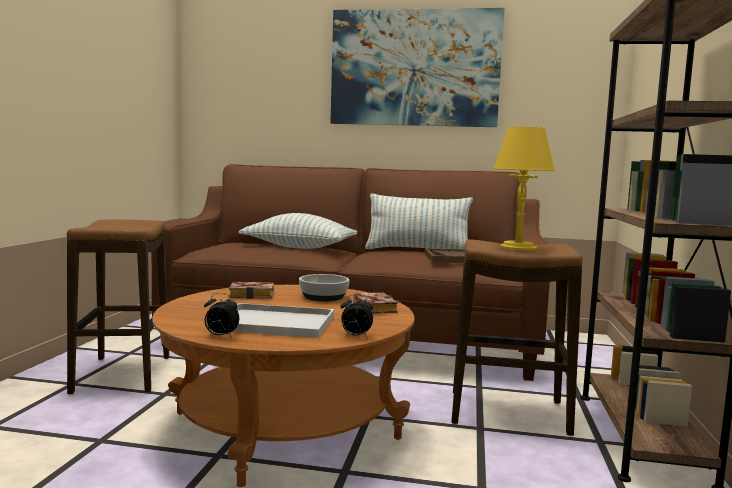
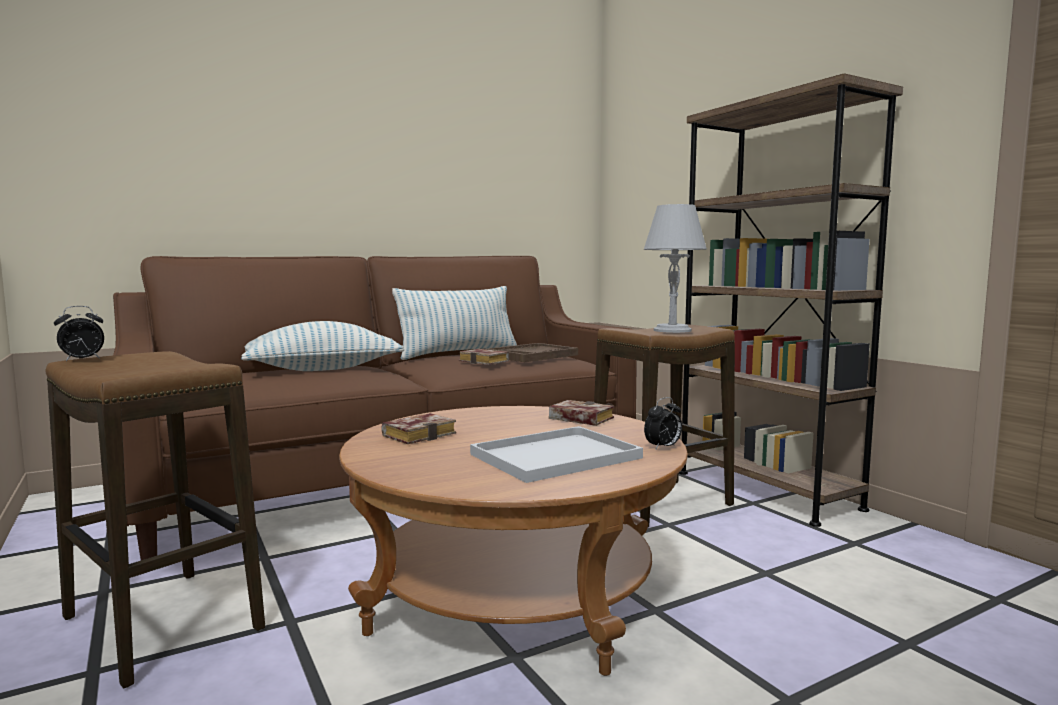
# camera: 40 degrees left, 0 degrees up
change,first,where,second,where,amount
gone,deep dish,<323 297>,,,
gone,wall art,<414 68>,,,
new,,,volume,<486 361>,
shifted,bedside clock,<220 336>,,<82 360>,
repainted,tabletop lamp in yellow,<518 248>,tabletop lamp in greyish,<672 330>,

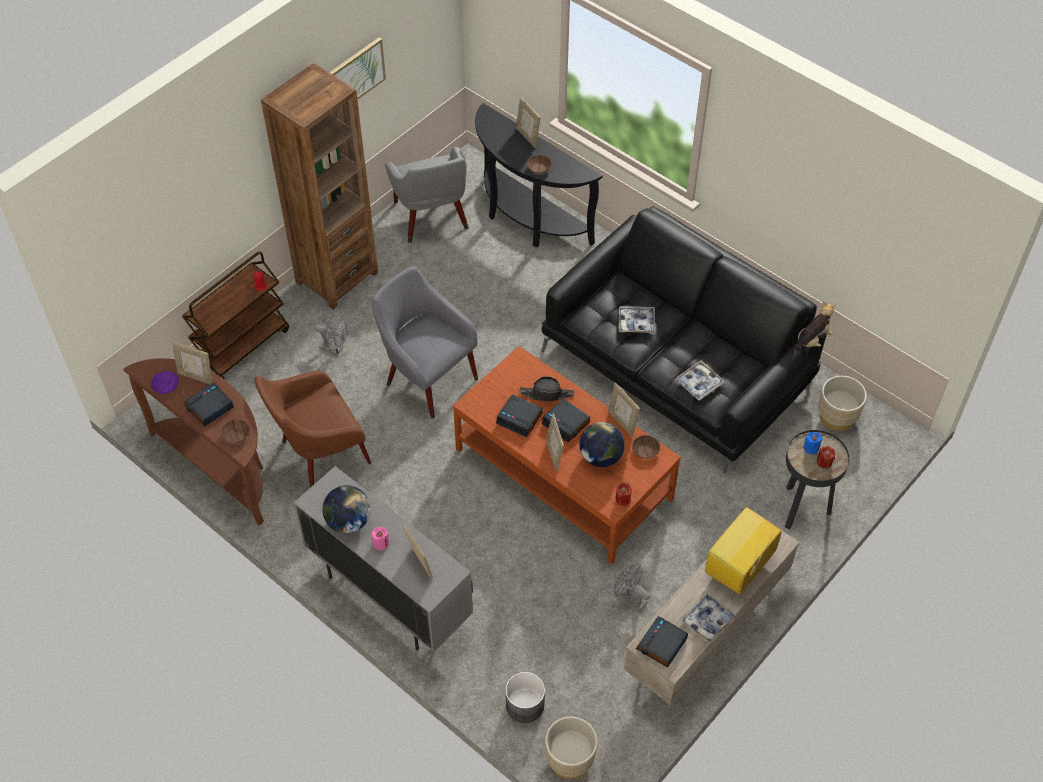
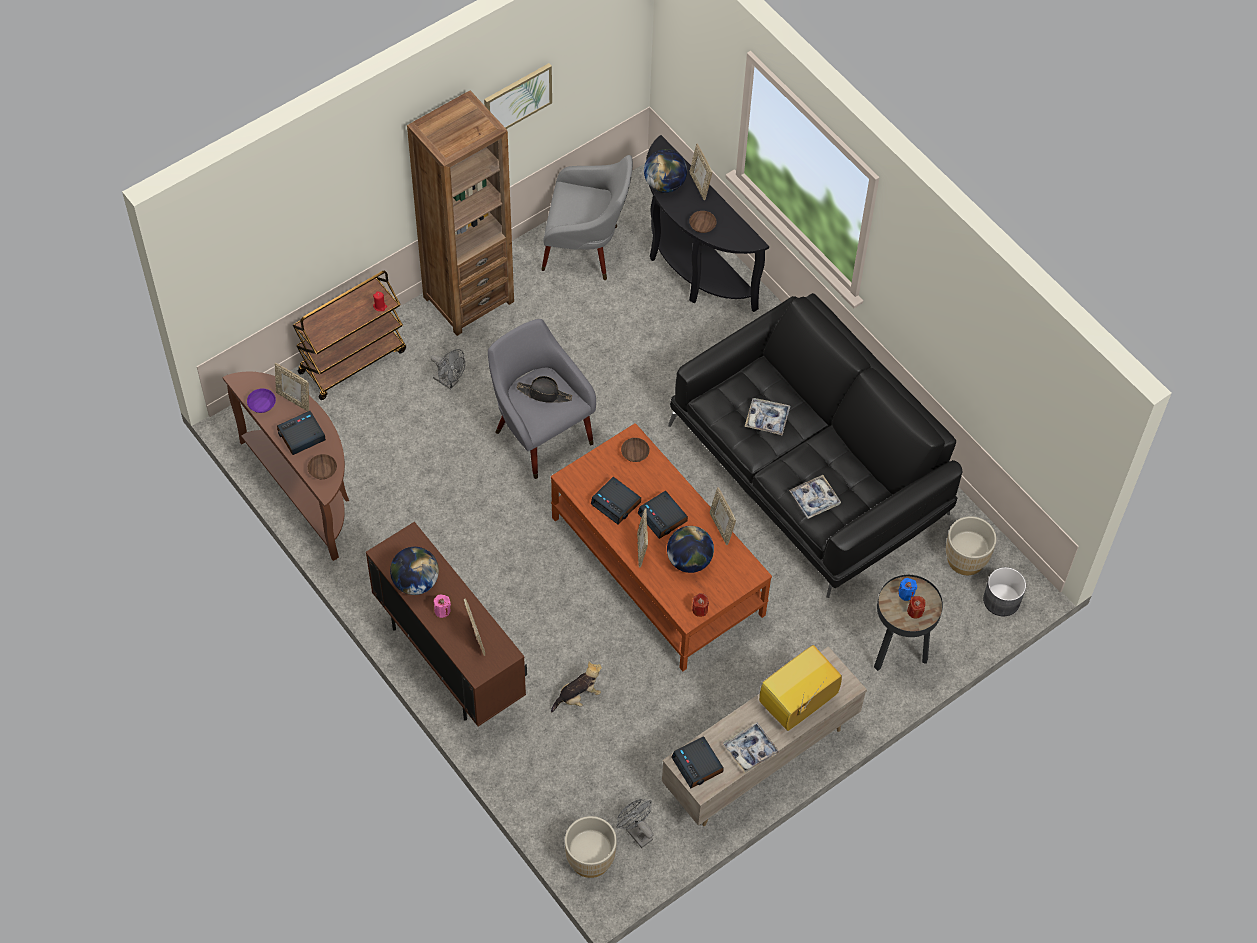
# camera: 10 degrees right, 5 degrees up
change,first,where,second,where,amount
gone,easy chair in brownish,<319 454>,,,
new,,,globe,<664 184>,
shifted,plant pot in greyish,<525 704>,,<1001 599>,
shifted,wearable hat in blackish,<547 394>,,<544 394>,
shifted,electric fan in greyish,<629 599>,,<636 832>,
shifted,deep dish in brownish,<645 450>,,<635 452>,
shifted,cuddly toy,<812 341>,,<578 696>,
repainted,storage cabinet in greyish,<389 596>,storage cabinet in brownish,<449 660>,
rotated,easy chair in greyish,<432 219>,,<586 249>,75 degrees counterclockwise
rotated,bedside clock,<661 645>,,<698 765>,75 degrees counterclockwise

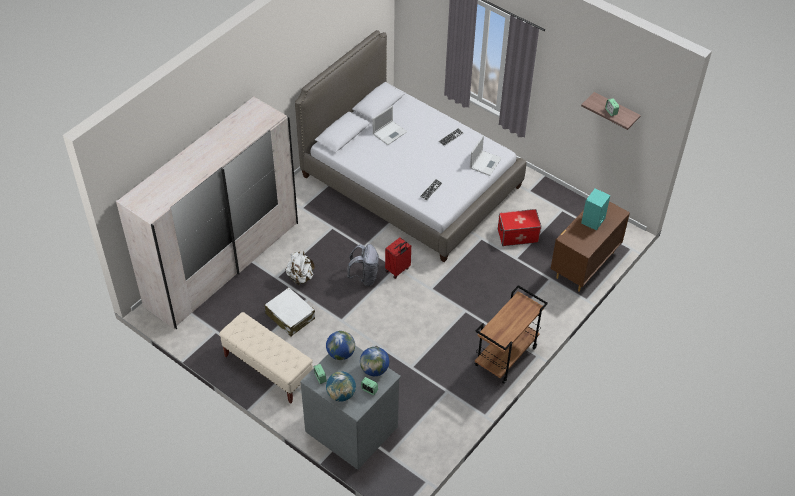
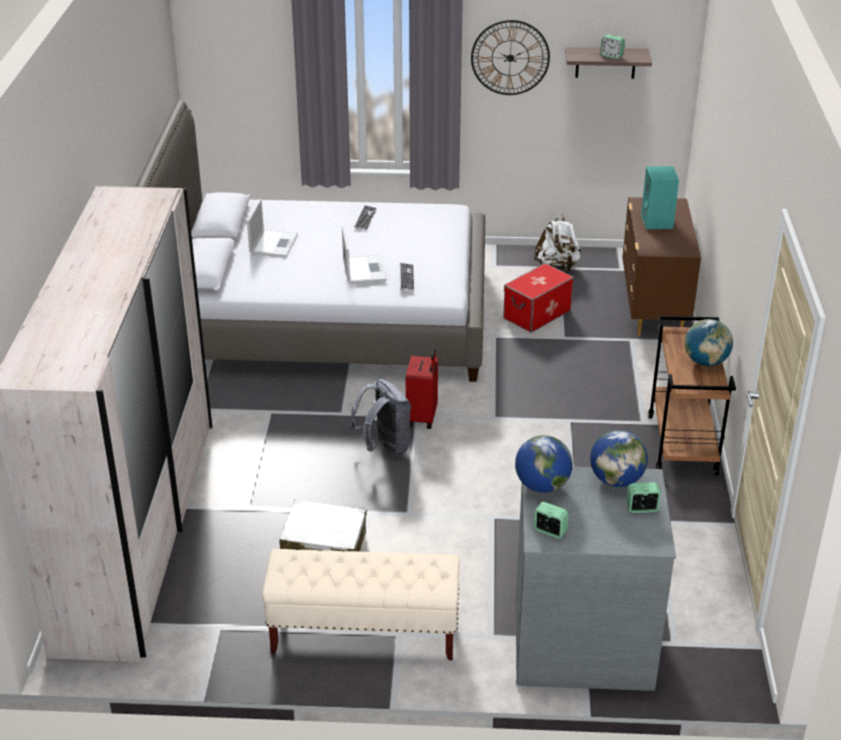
# camera: 35 degrees left, 15 degrees down
change,first,where,second,where,amount
new,,,clock on the wall,<510 57>,
shifted,knapsack in whitish,<300 277>,,<557 266>,
shifted,globe,<341 394>,,<705 362>,
shifted,notebook computer,<485 162>,,<364 269>,

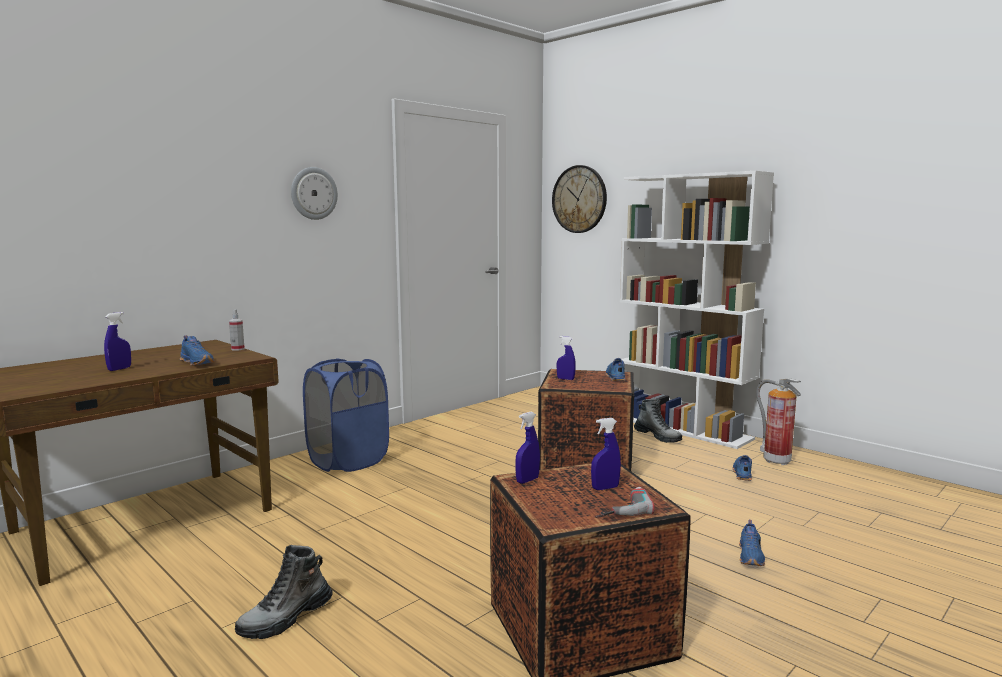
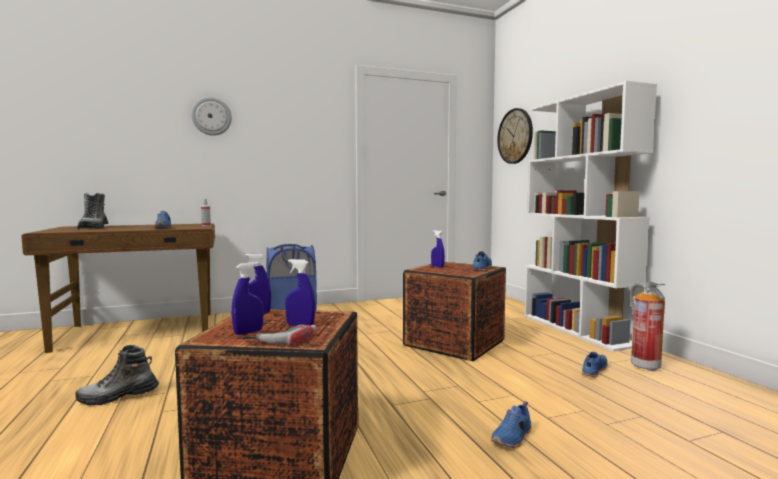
# camera: 25 degrees right, 5 degrees down
change,first,where,second,where,amount
shifted,sprayer in blue-coloured,<119 369>,,<248 332>,
shifted,clock on the wall,<313 193>,,<211 116>,
shifted,high-top boot,<657 436>,,<94 228>,

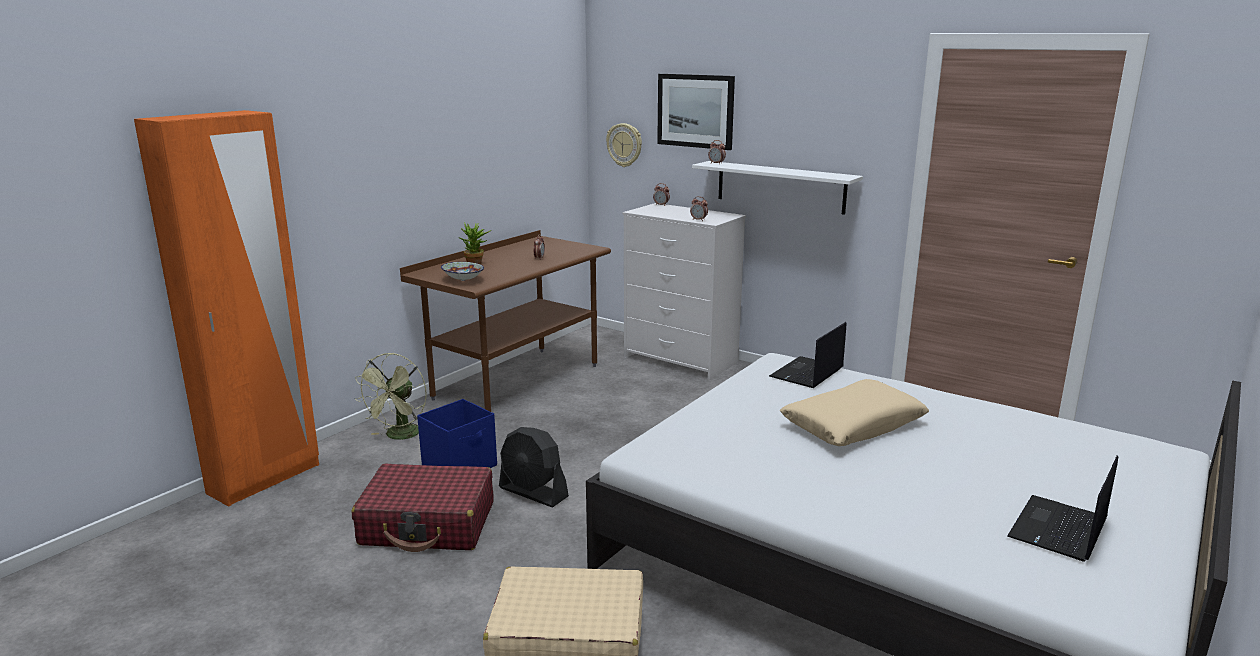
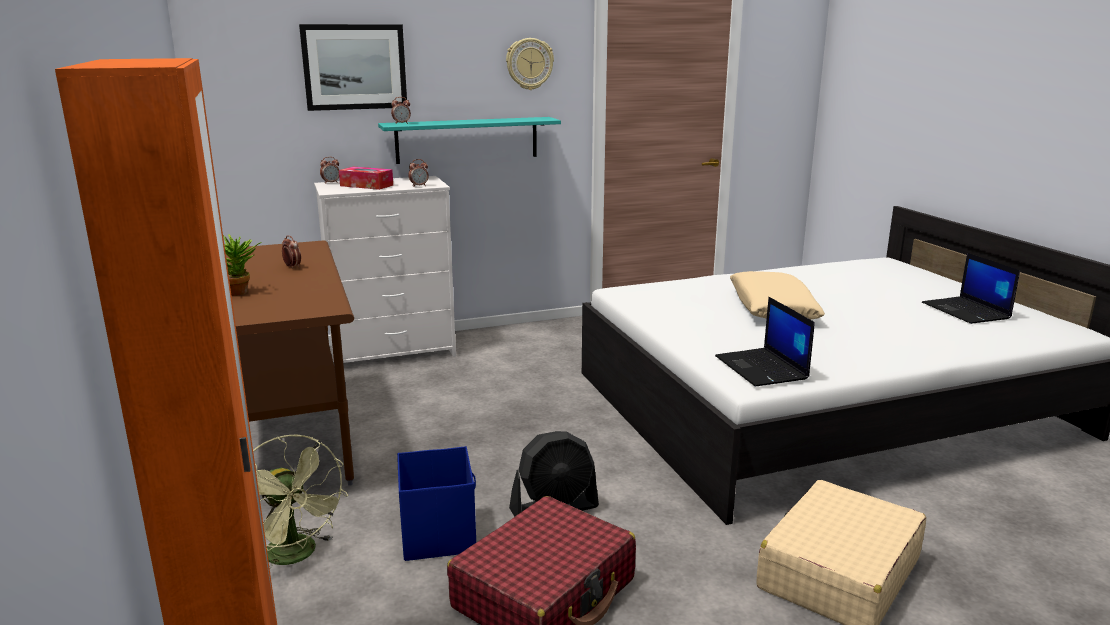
# camera: 55 degrees left, 0 degrees up
change,first,where,second,where,amount
gone,deep dish,<462 280>,,,
new,,,tissue holder,<366 185>,
shifted,clock on the wall,<624 145>,,<529 64>,
shifted,notebook computer,<807 373>,,<762 368>,
repainted,wall shelf in whitish,<780 187>,wall shelf in blue-green,<467 140>,

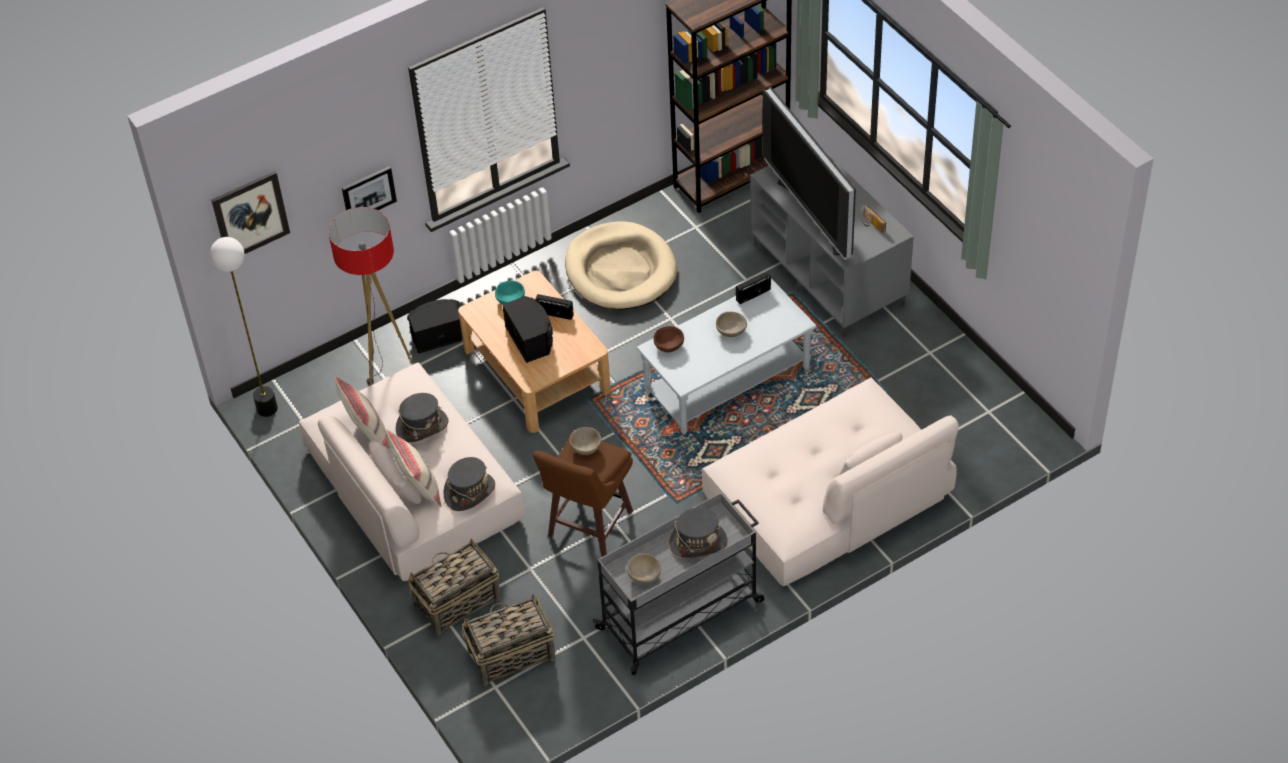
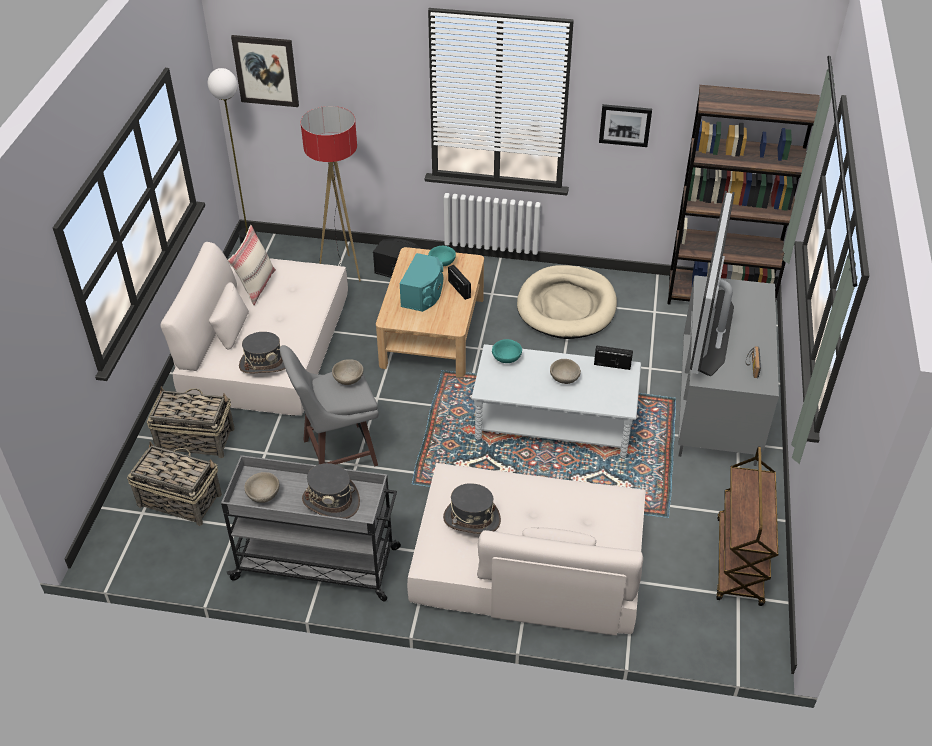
# camera: 40 degrees right, 5 degrees down
change,first,where,second,where,amount
gone,throw pillow in beige-coloured,<417 487>,,,
new,,,wheeled cart in brownish,<739 562>,
shifted,wall art,<368 193>,,<625 125>,
shifted,wearable hat in greyish,<422 426>,,<471 519>,
repainted,speaker in blackish,<531 338>,speaker in blue-green,<423 294>,
repainted,stool in brownish,<588 525>,stool in greyish,<337 453>,
repainted,deep dish in brownish,<668 345>,deep dish in blue-green,<506 358>,

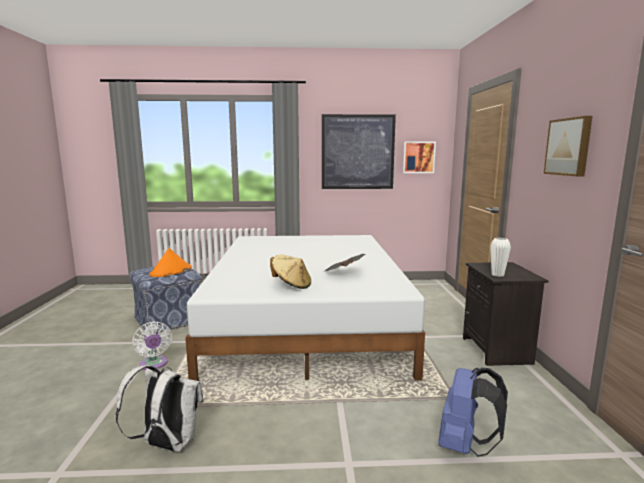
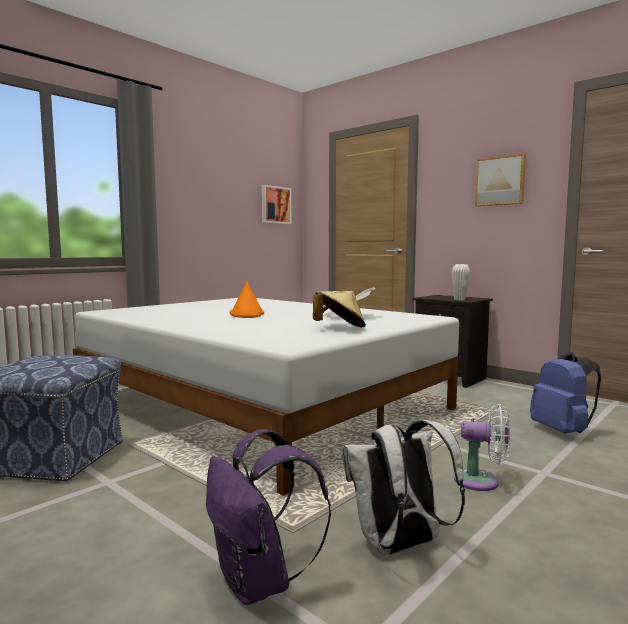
# camera: 45 degrees left, 5 degrees down
change,first,where,second,where,amount
gone,wall art,<357 152>,,,
new,,,knapsack in purple,<259 583>,
shifted,electric fan in whitish,<154 364>,,<481 481>,
shifted,wearable hat in orangey,<171 271>,,<247 314>,

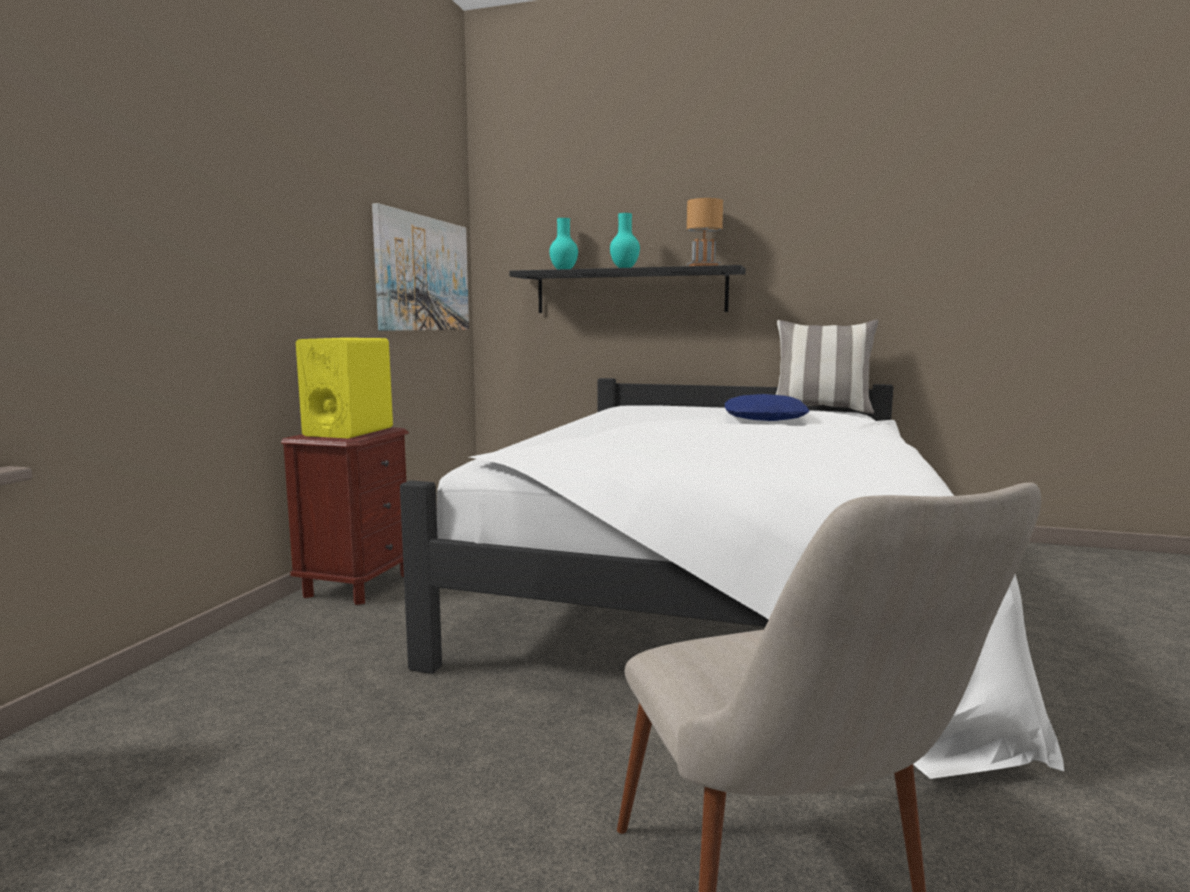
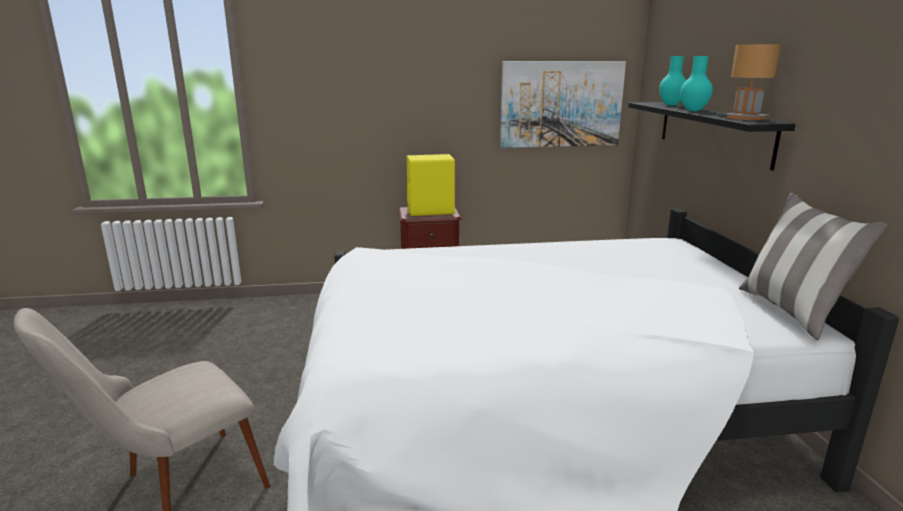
# camera: 65 degrees right, 10 degrees up
change,first,where,second,where,amount
gone,throw pillow in blue-coloured,<765 418>,,,

